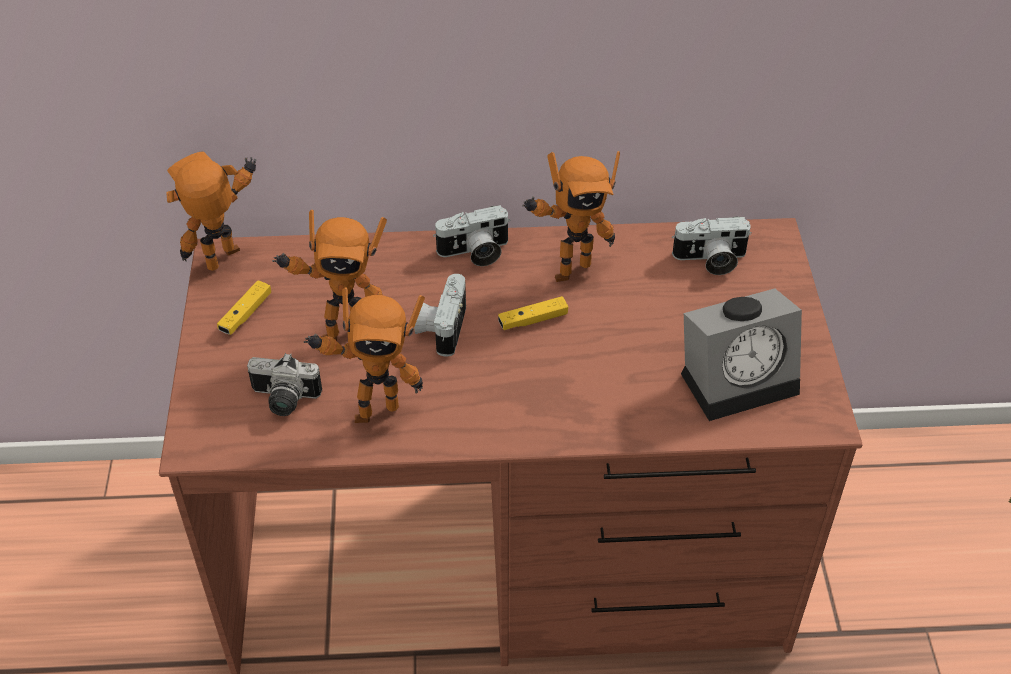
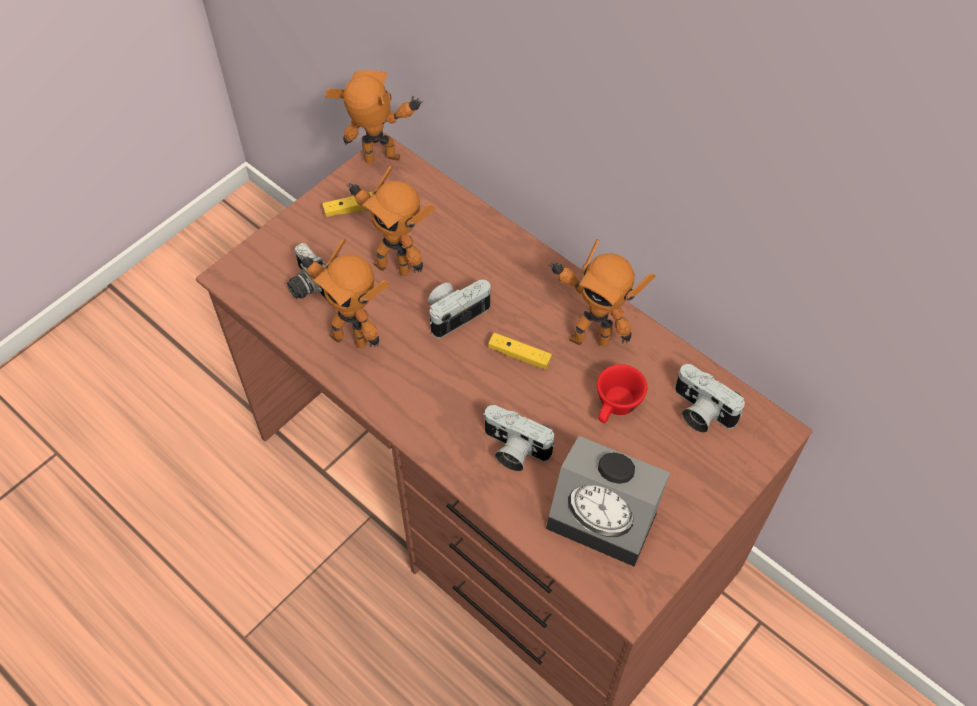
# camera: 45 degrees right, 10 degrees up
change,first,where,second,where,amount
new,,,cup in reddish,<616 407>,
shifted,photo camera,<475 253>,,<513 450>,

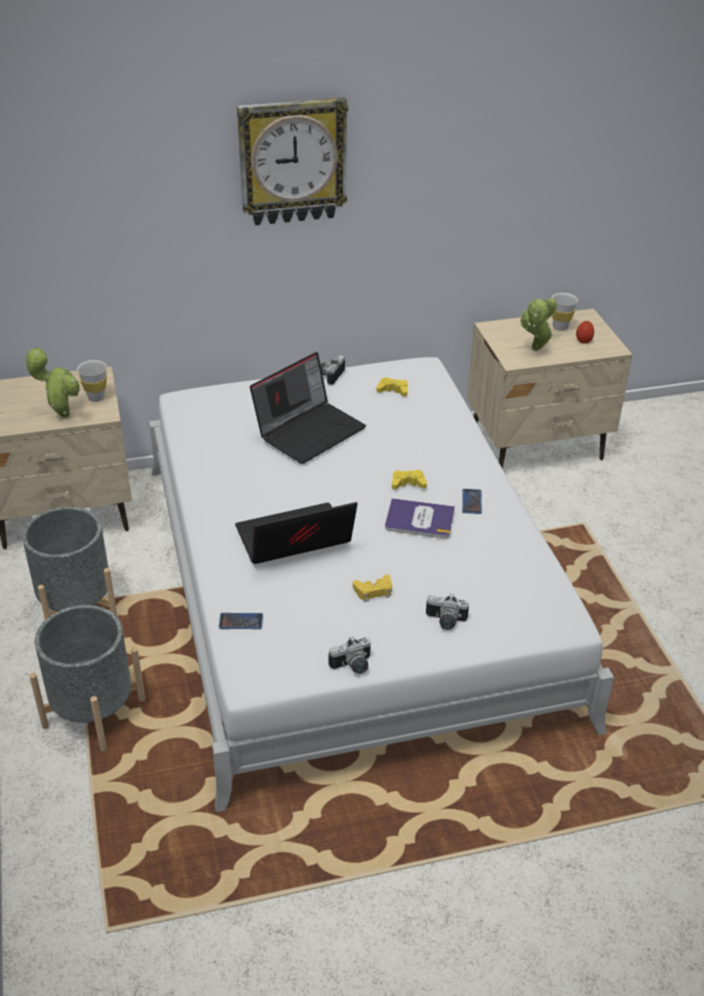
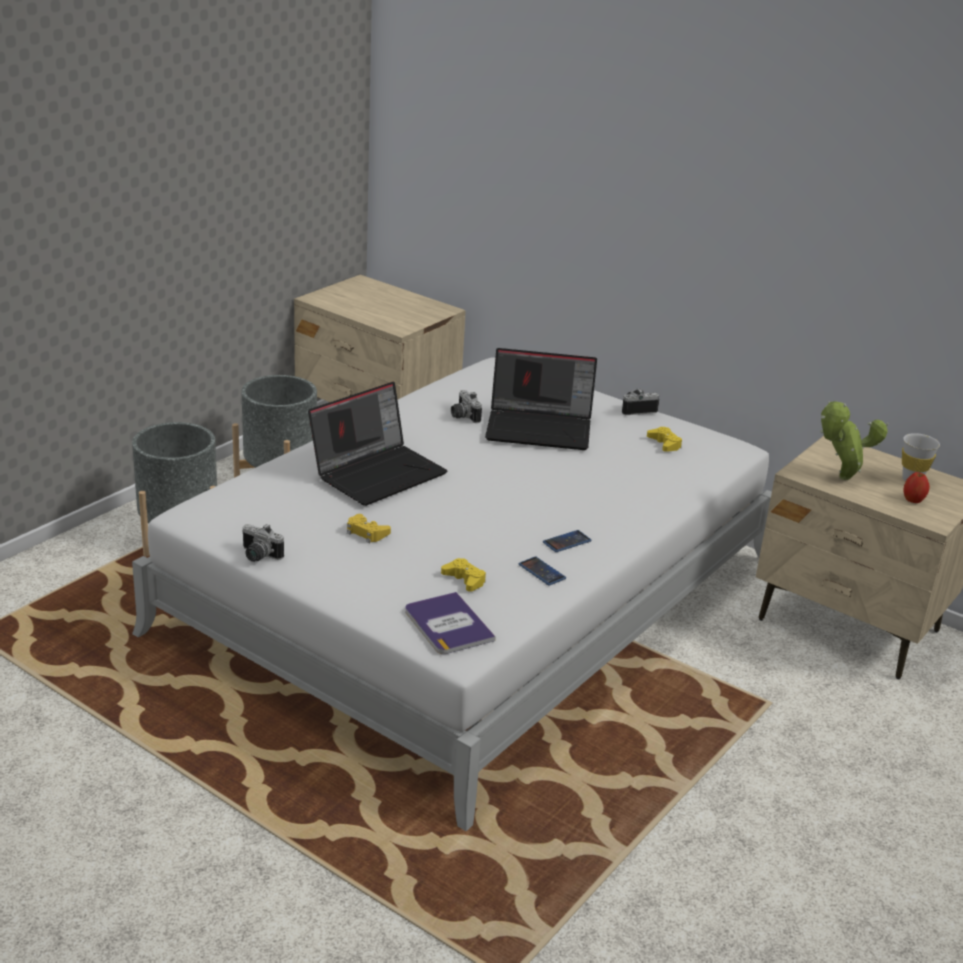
# camera: 50 degrees right, 10 degrees down
change,first,where,second,where,amount
gone,plant in a pot,<61 414>,,,
gone,cup in whitish,<96 397>,,,
gone,clock on the wall,<292 161>,,,
shifted,handset,<241 621>,,<542 572>,
shifted,volume,<419 519>,,<448 625>,
shifted,game controller in yellow,<408 483>,,<464 580>,
shifted,photo camera,<445 621>,,<462 416>,
rotated,notebook computer,<293 541>,,<378 472>,105 degrees clockwise

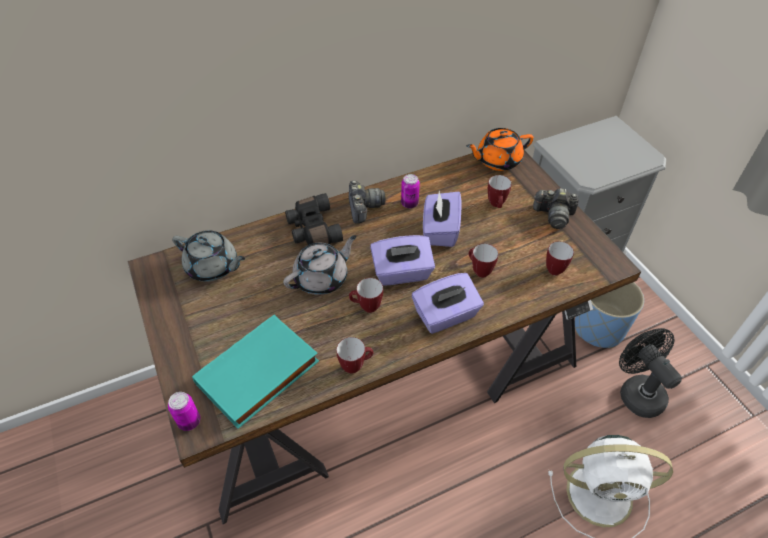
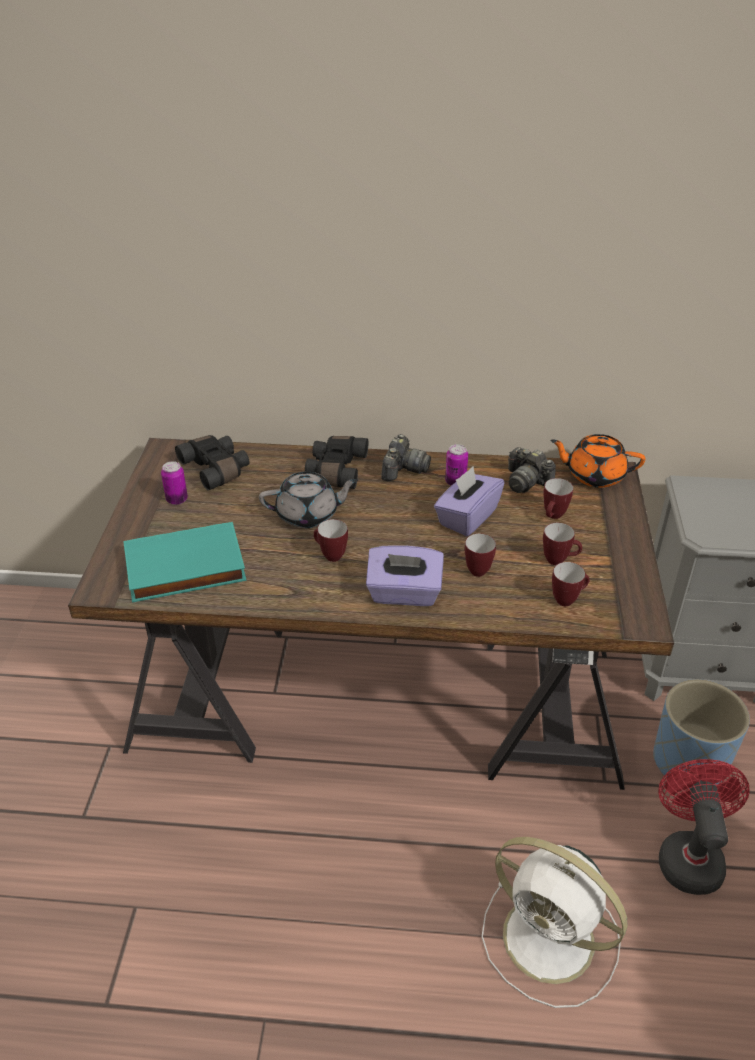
# camera: 30 degrees right, 10 degrees down
change,first,where,second,where,amount
gone,tissue holder in purple,<402 273>,,,
shifted,metal can,<189 421>,,<177 500>,
shifted,tea mug,<356 365>,,<559 560>,
shifted,photo camera,<554 215>,,<526 482>,
swapped,tea pot in greyish,<213 267>,field glasses in blackish,<217 469>,
repainted,electric fan in blackish,<636 391>,electric fan in reddish,<688 855>,

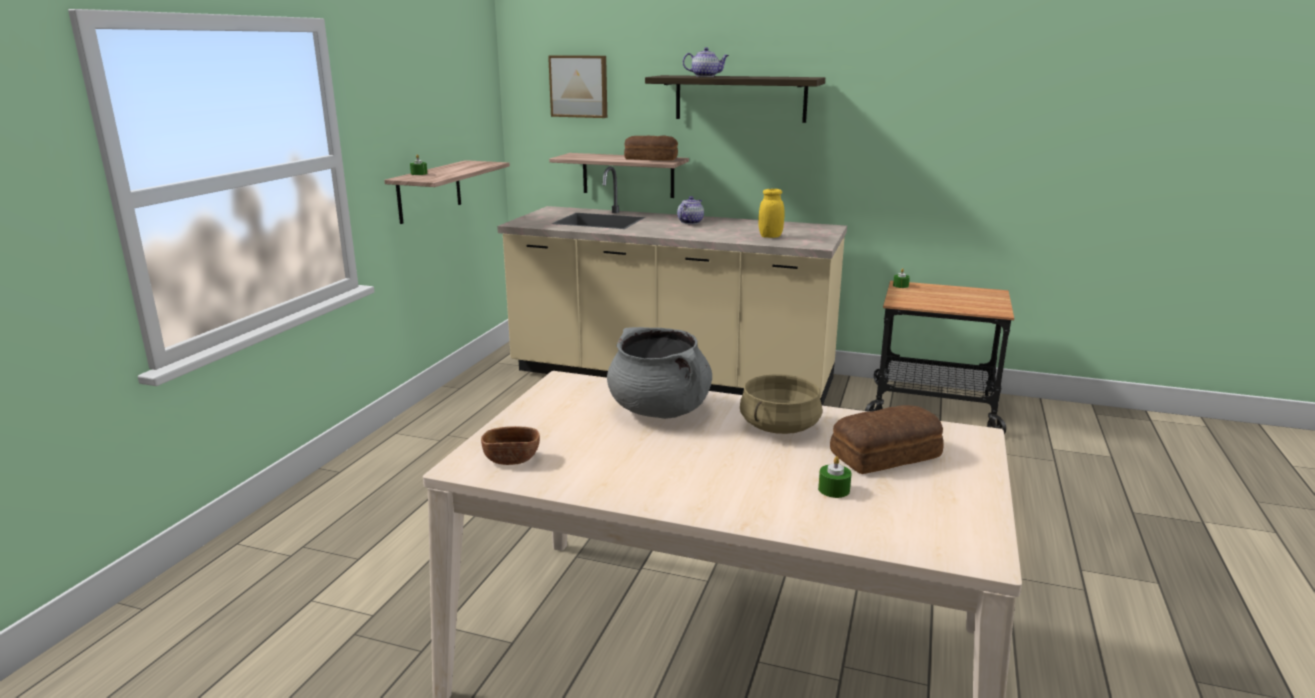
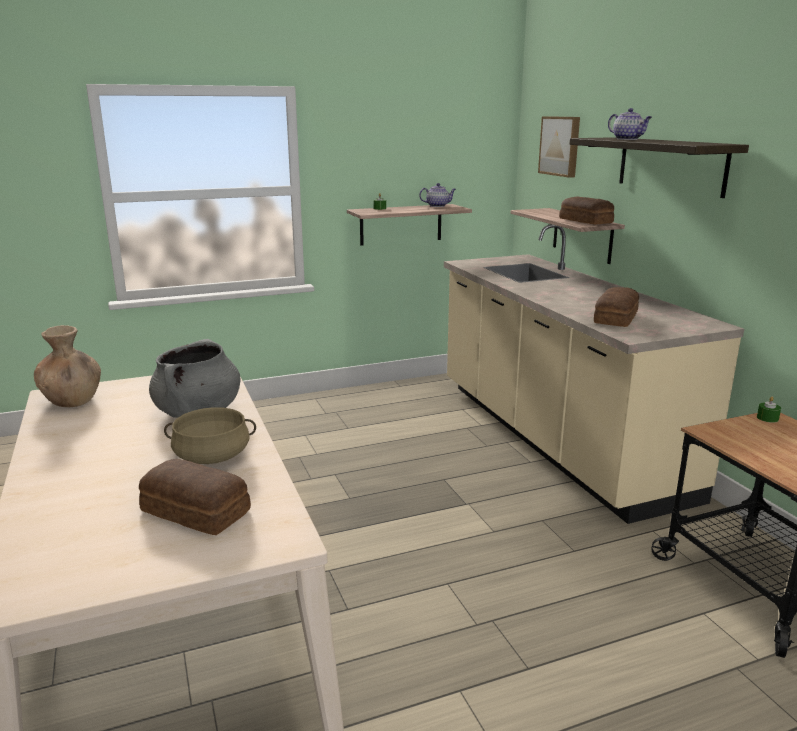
# camera: 50 degrees right, 0 degrees up
change,first,where,second,where,amount
gone,wax light in greenish,<834 489>,,,
shifted,tea pot,<690 222>,,<438 206>,
swapped,deep dish in brownish,<511 459>,vase in brownish,<72 401>,
swapped,jar in yellow,<770 236>,baked bread,<617 317>,

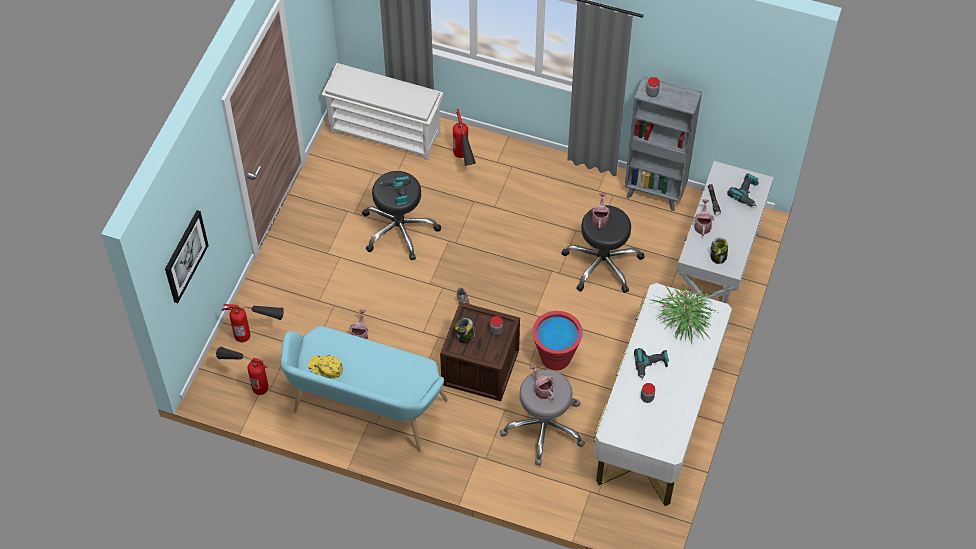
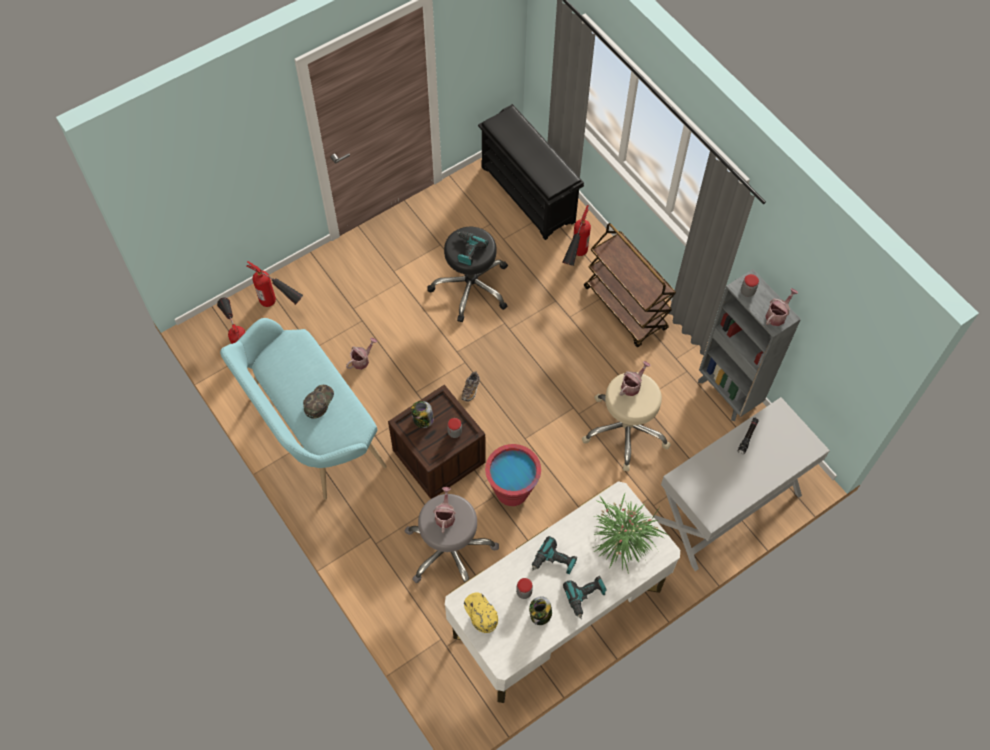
# camera: 35 degrees right, 5 degrees up
change,first,where,second,where,amount
gone,wall art,<185 256>,,,
new,,,baseball cap in greenish,<318 402>,
new,,,wheeled cart in brownish,<626 308>,
shifted,baseball cap in yellow,<325 368>,,<480 613>,
shifted,sprinkling can,<702 224>,,<777 315>,
shifted,jar,<718 256>,,<540 615>,
shifted,electric drill,<746 193>,,<586 597>,
repainted,shoe stand in whitish,<386 132>,shoe stand in blackish,<529 194>,
repainted,stool in blackish,<603 263>,stool in beige-coloured,<626 430>,

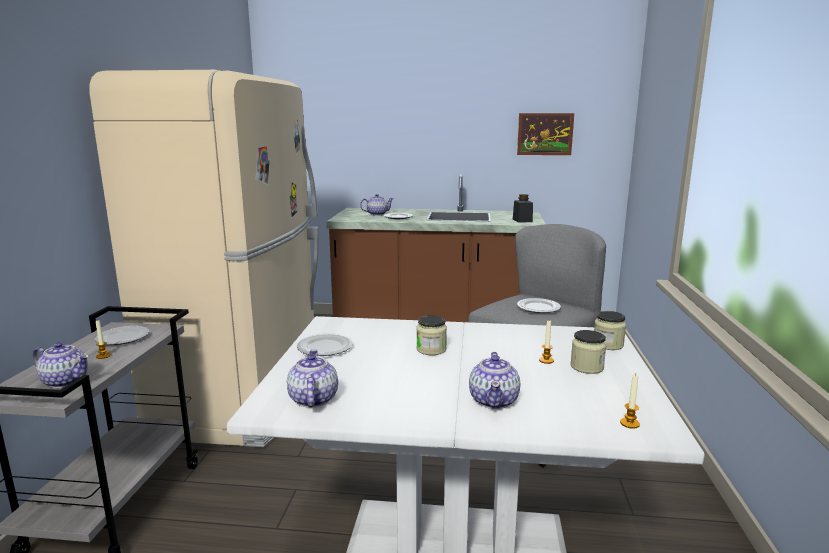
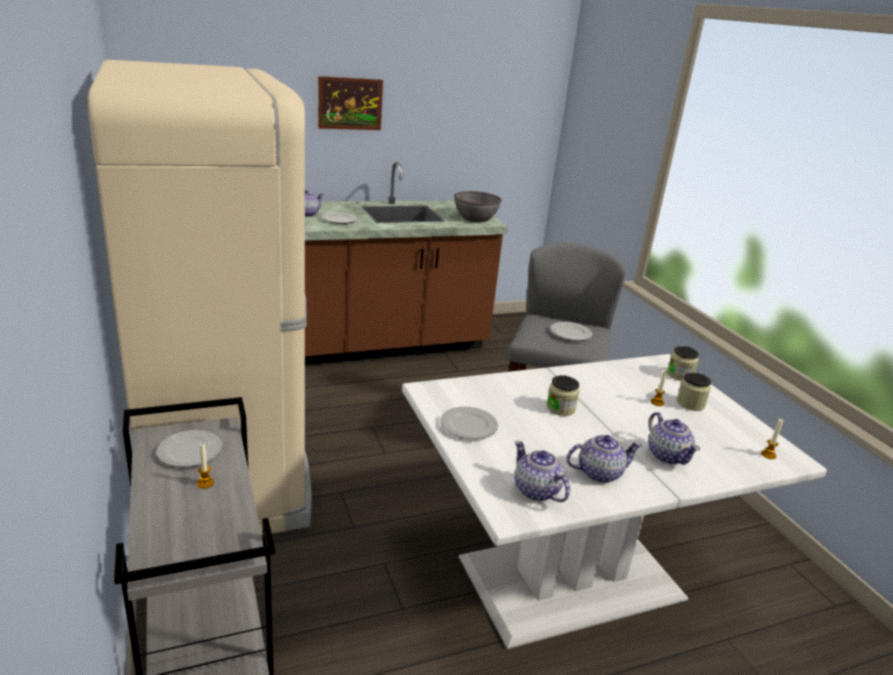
# camera: 30 degrees left, 10 degrees up
change,first,where,second,where,amount
shifted,tea pot,<65 381>,,<598 473>,
shifted,wall art,<545 134>,,<350 103>,
swapped,jar in blackish,<522 220>,deep dish in greyish,<475 218>,

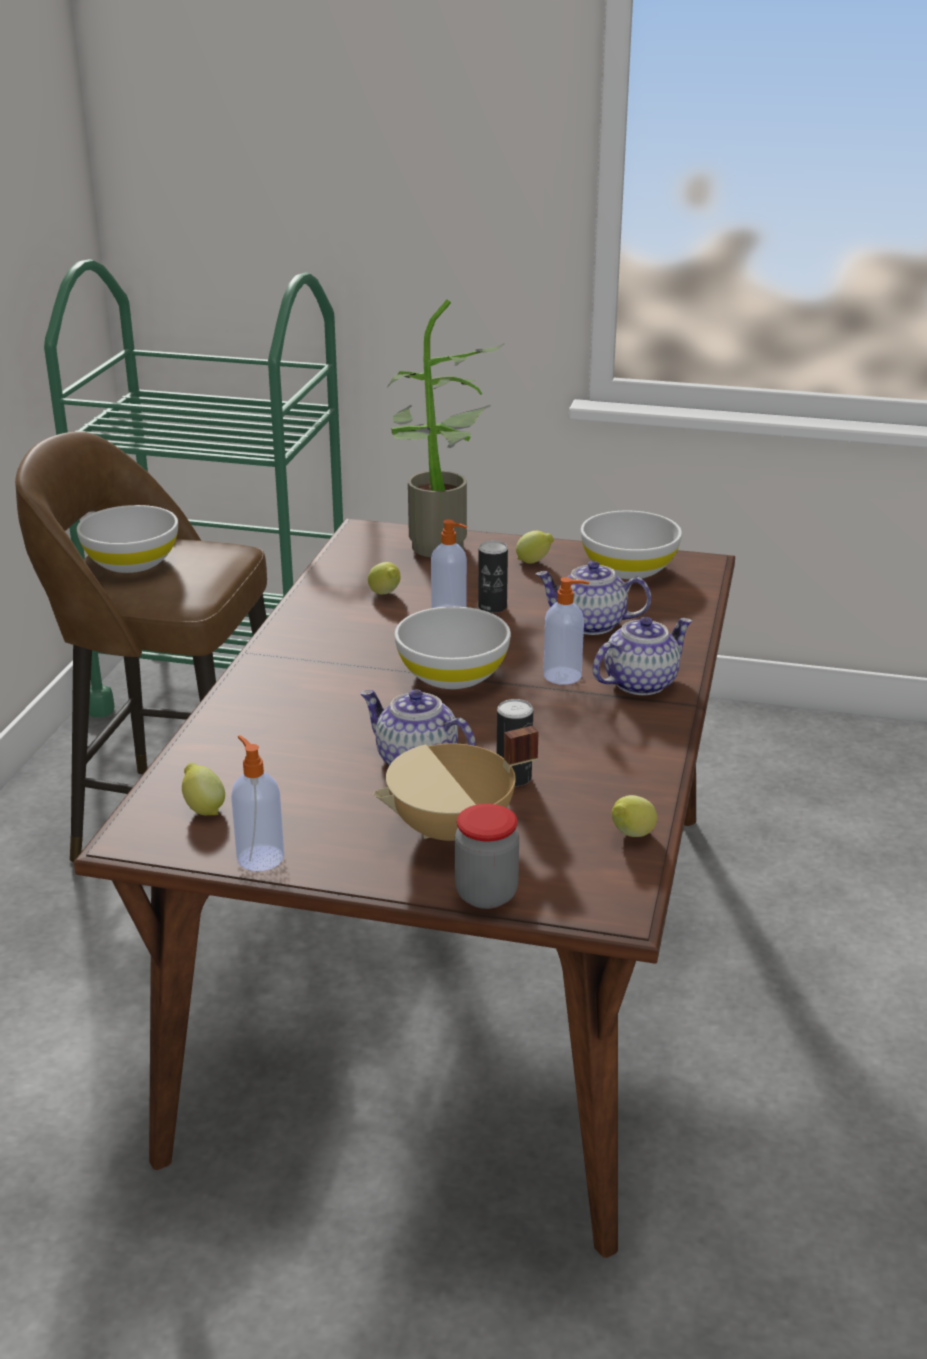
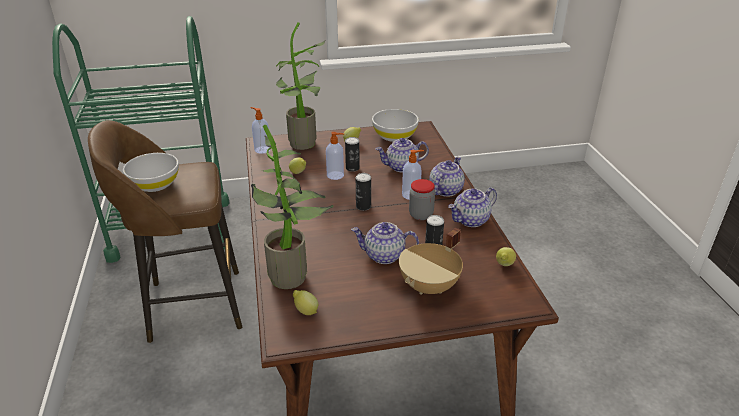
# camera: 25 degrees left, 5 degrees up
change,first,where,second,where,amount
new,,,plant in a pot,<294 276>,
new,,,tea pot,<471 220>,
shifted,soap dispenser,<259 857>,,<262 149>,
shifted,jar,<486 894>,,<421 215>,
swapped,deep dish in whitish,<453 674>,metal can,<363 206>,

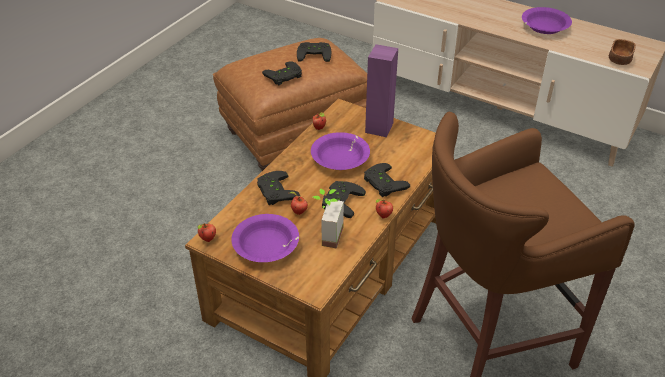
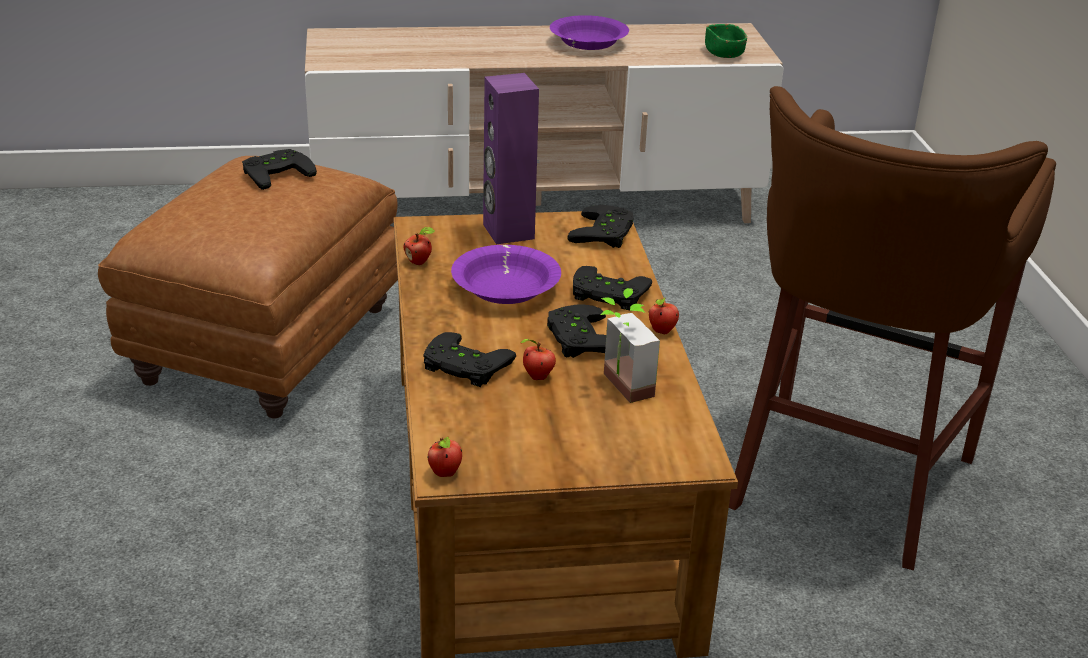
# camera: 40 degrees left, 10 degrees down
change,first,where,second,where,amount
gone,deep dish in purple,<266 246>,,,
shifted,game controller in blackish,<284 77>,,<606 233>,
repainted,deep dish in brownish,<619 60>,deep dish in greenish,<724 53>,

